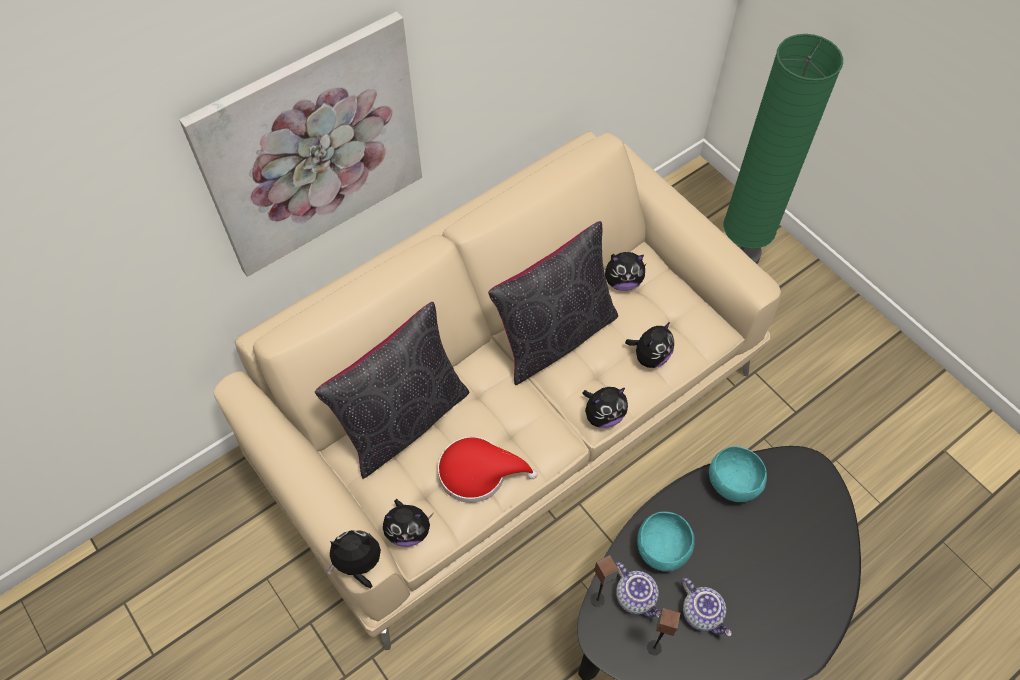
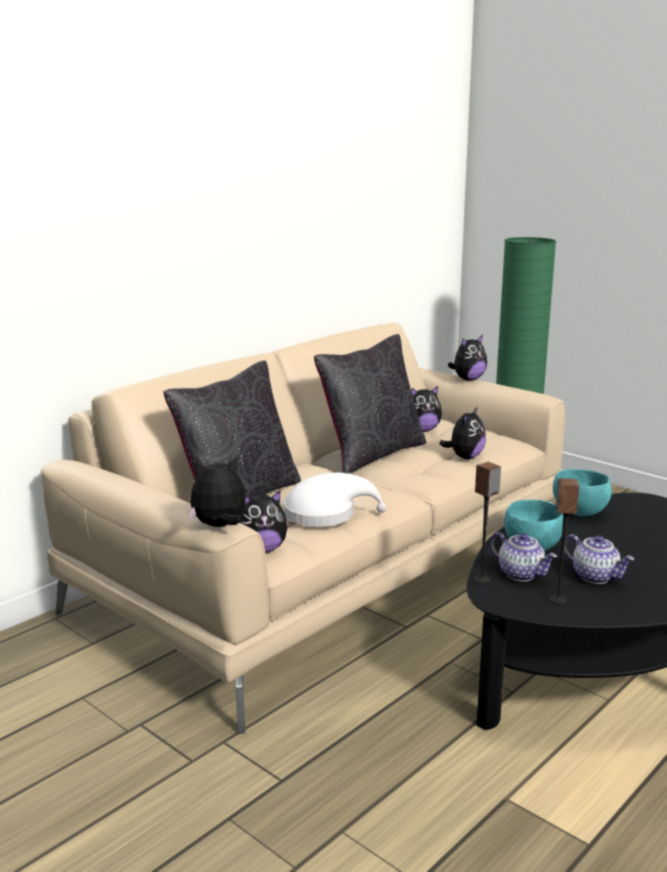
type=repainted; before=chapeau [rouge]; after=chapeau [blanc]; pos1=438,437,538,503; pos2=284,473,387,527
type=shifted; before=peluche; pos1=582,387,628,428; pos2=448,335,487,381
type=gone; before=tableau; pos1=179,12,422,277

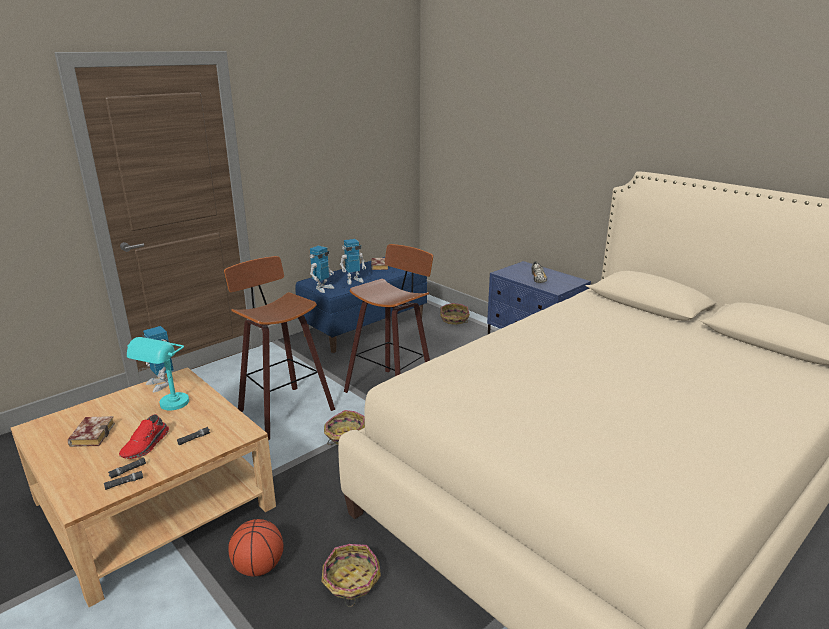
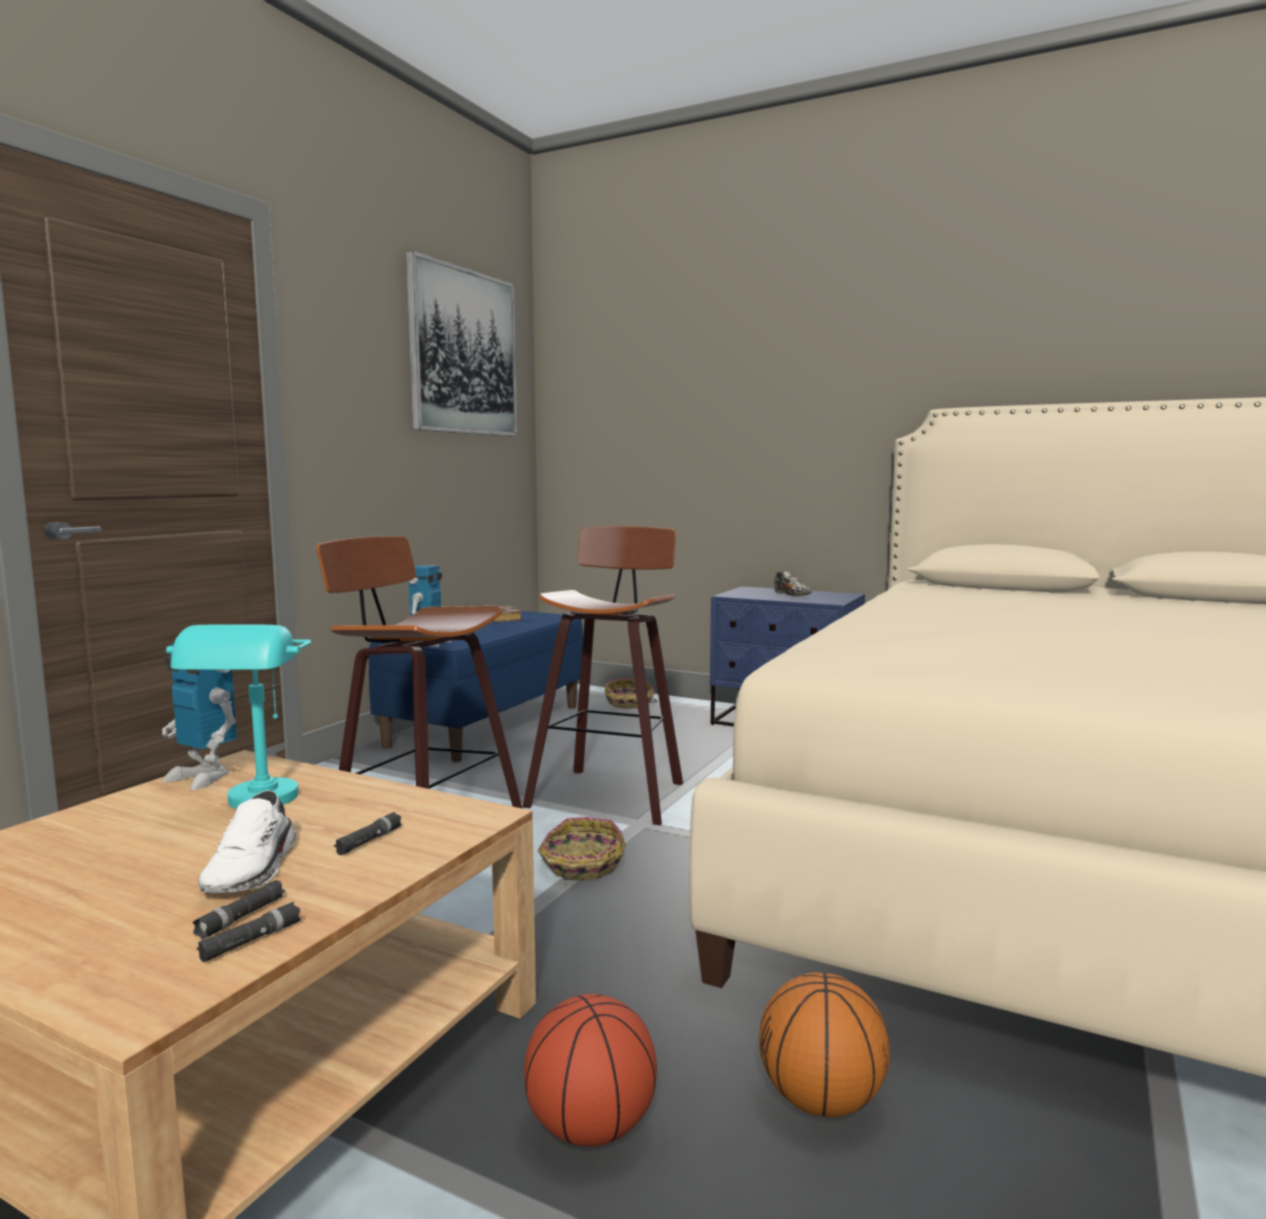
type=repainted; before=chaussure [rouge]; after=chaussure [blanc]; pos1=119,414,169,459; pos2=198,790,296,893
type=new; after=tableau; pos2=406,250,517,436
type=swapped; before=panier; after=ballon de basket; pos1=321,544,381,607; pos2=759,972,890,1118
type=gone; before=livre; pos1=68,416,115,447
type=gone; before=robot jouet; pos1=340,239,366,285

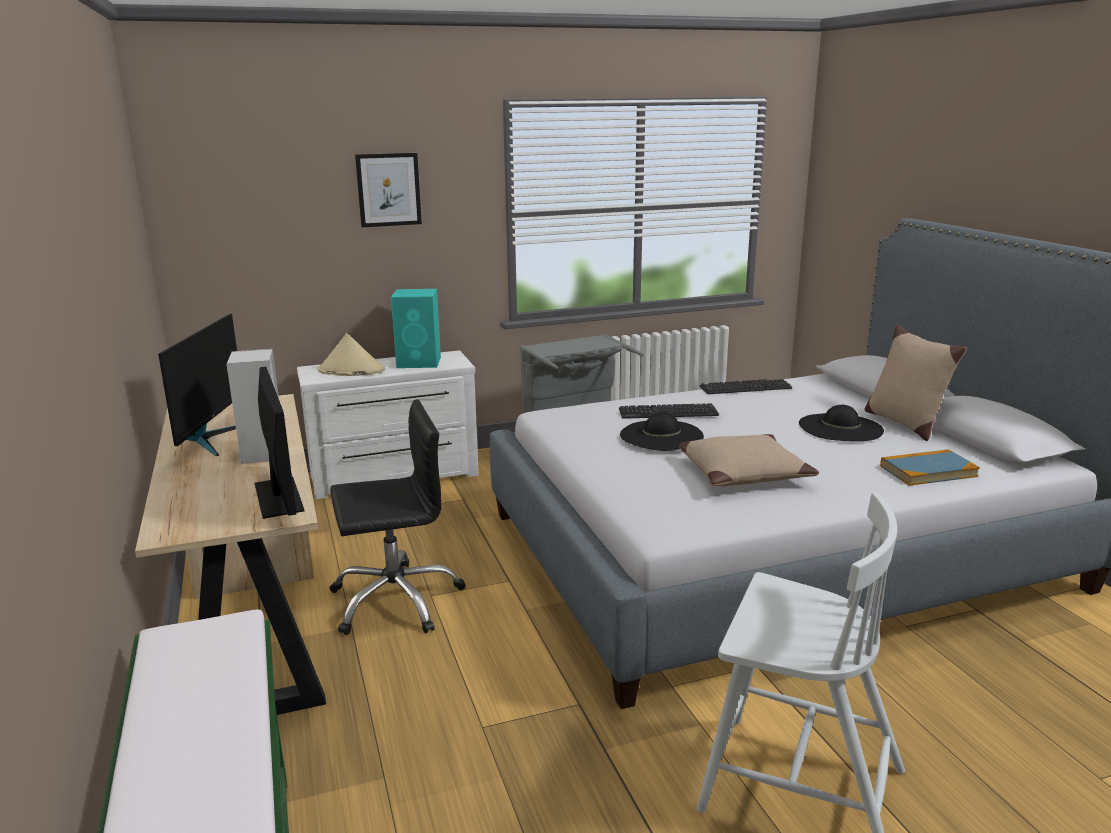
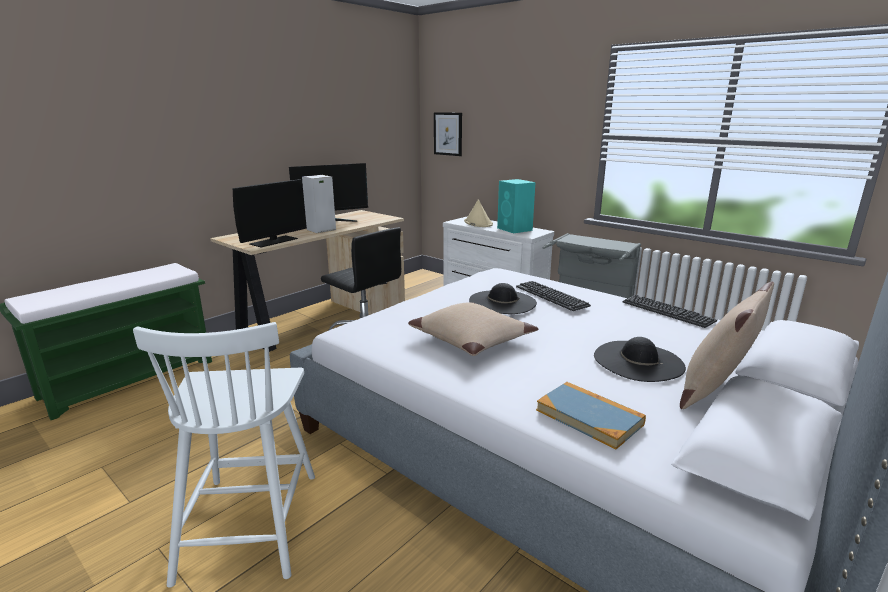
type=shifted; before=tableau; pos1=355,153,422,227; pos2=434,112,462,156

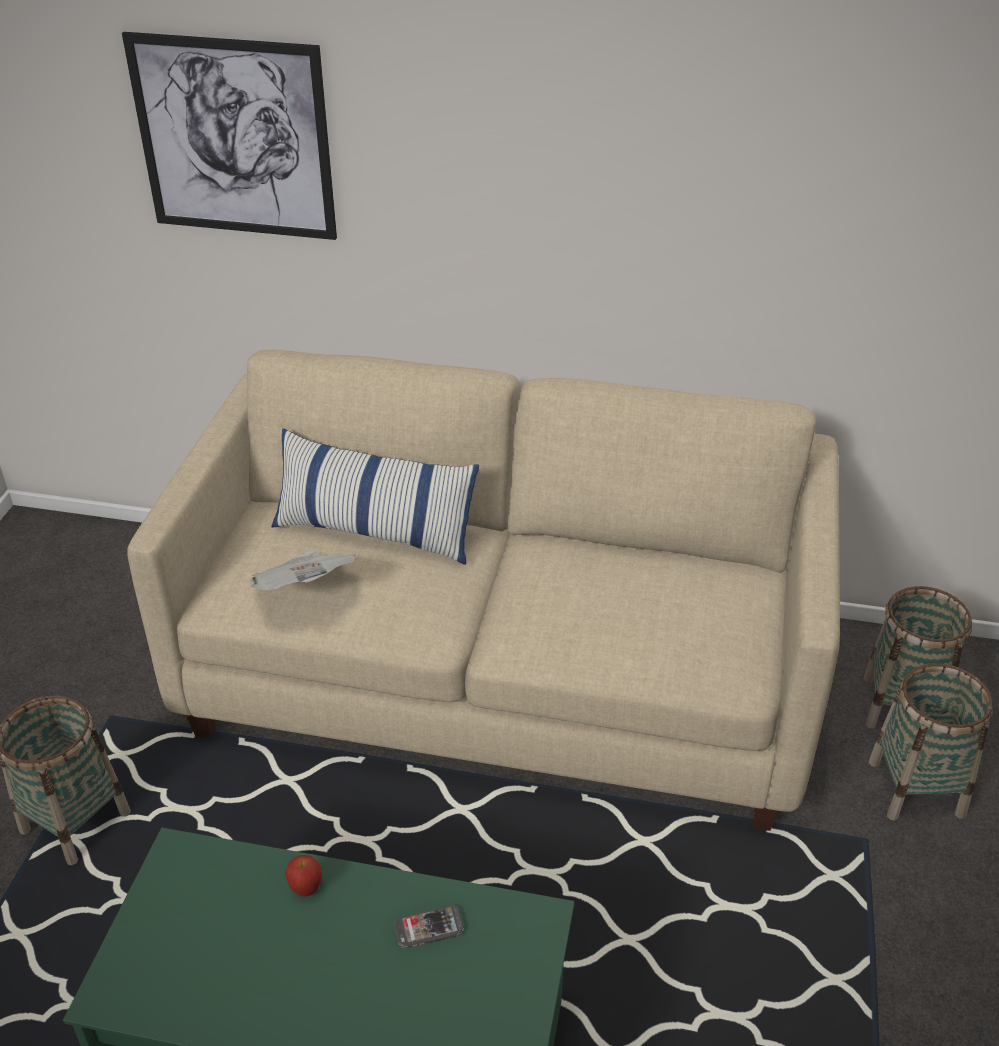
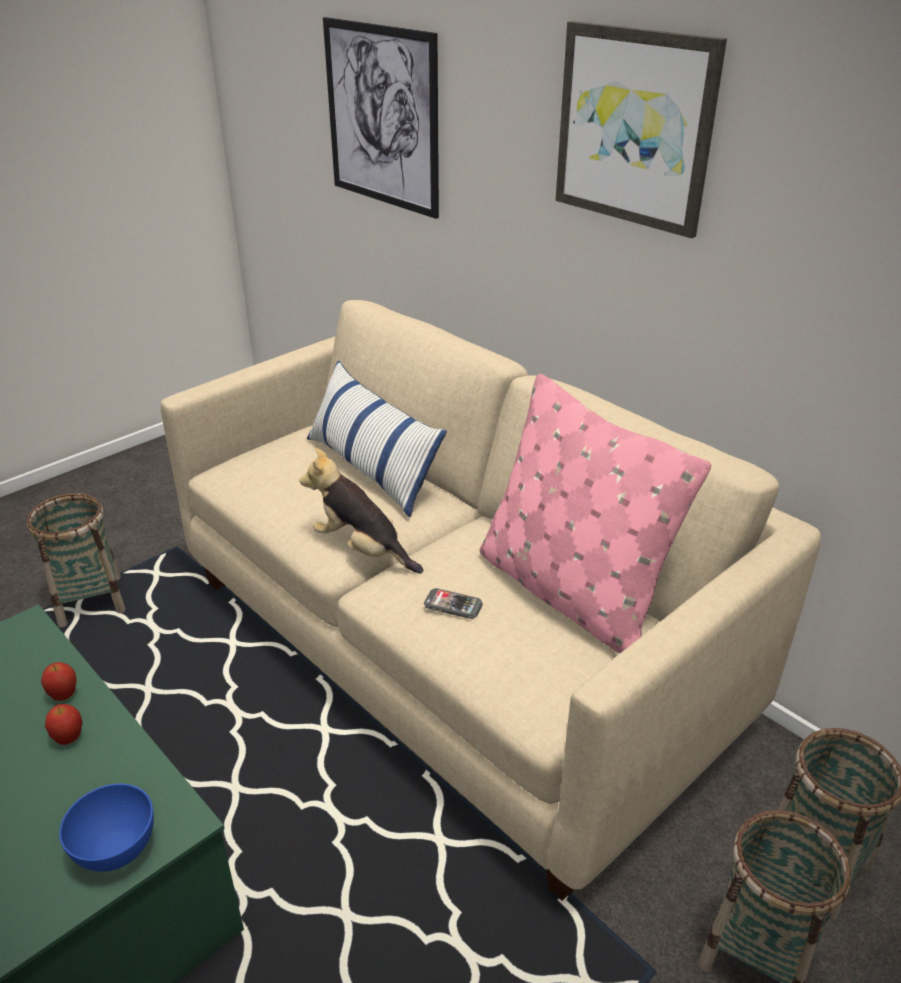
type=new; after=pomme; pos2=45,704,83,745
type=new; after=bol [bleu]; pos2=59,783,154,872
type=new; after=peluche; pos2=299,448,424,574
type=shifted; before=téléphone; pos1=394,905,464,949; pos2=424,588,483,619
type=new; after=coussin [rose]; pos2=480,374,711,654
type=new; after=tableau; pos2=556,21,727,238
type=gone; before=journal; pos1=250,551,356,590

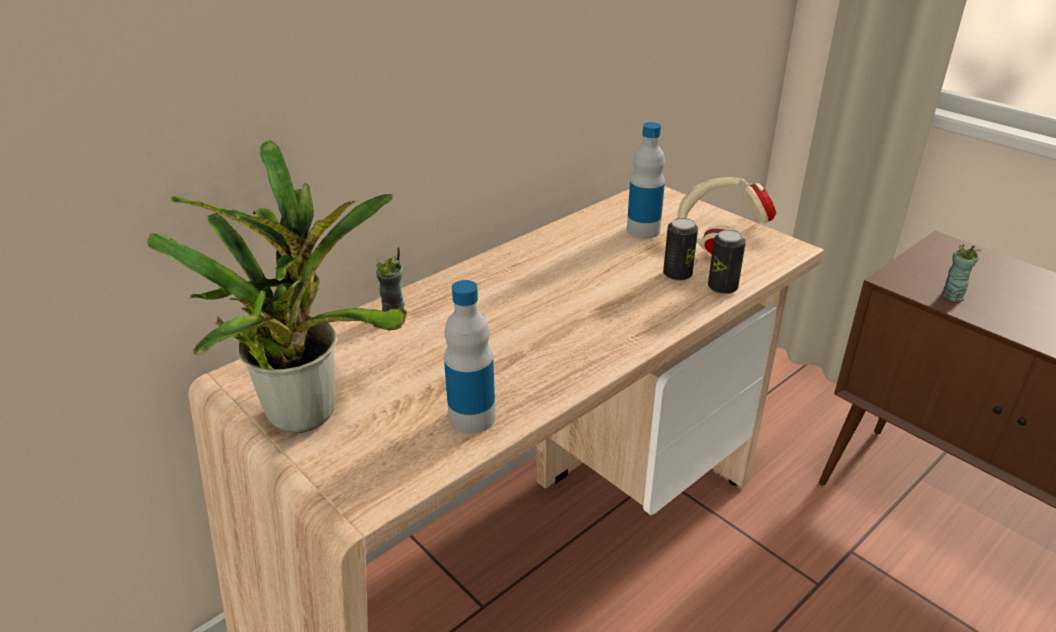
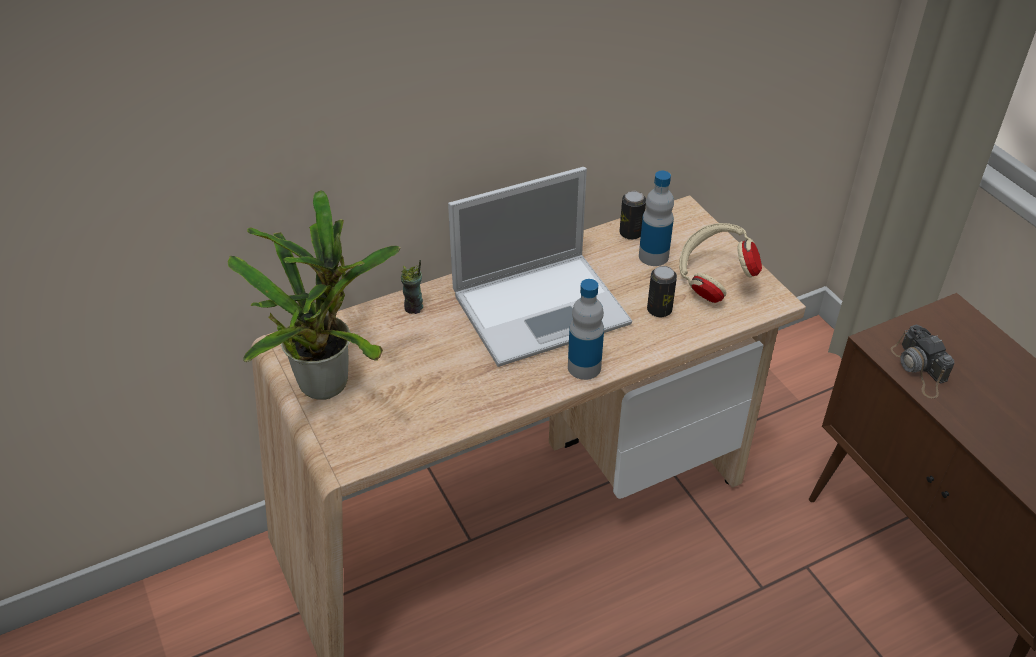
type=new; after=ordinateur portable; pos2=448,167,632,367
type=shifted; before=bouteille; pos1=444,280,496,434; pos2=568,279,604,380
type=shifted; before=boîte métallique; pos1=708,230,746,294; pos2=620,191,646,240
type=swapped; before=tasse; after=appareil photo; pos1=942,244,981,301; pos2=891,324,954,399

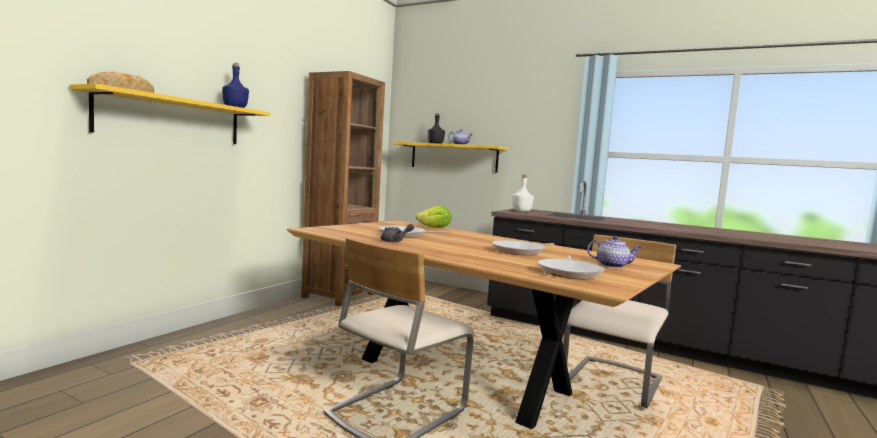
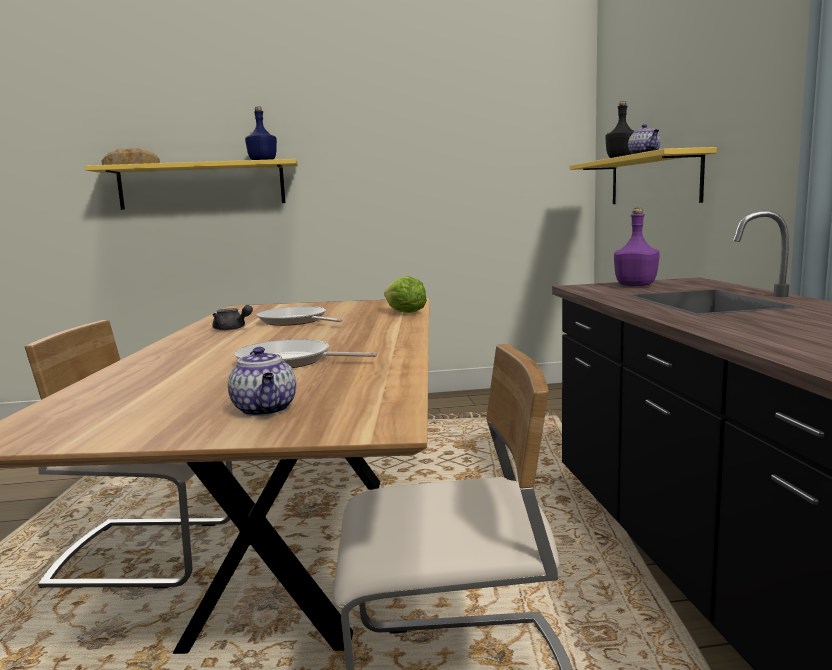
type=repainted; before=bouteille [blanc]; after=bouteille [violet]; pos1=512,175,534,212; pos2=614,208,660,286
type=gone; before=bibliothèque [marron]; pos1=301,71,385,306
type=gone; before=poêle; pos1=538,255,605,279

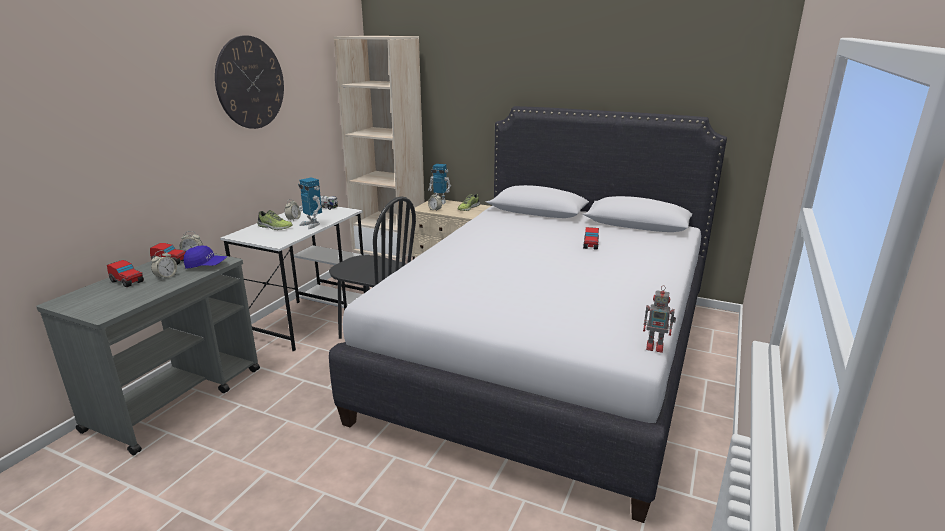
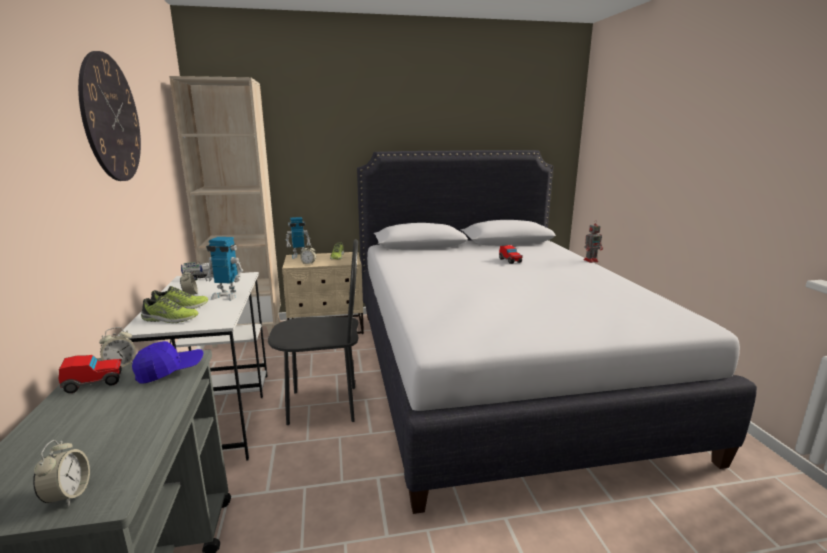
type=shifted; before=réveil; pos1=151,250,177,280; pos2=33,440,90,507
type=new; after=chaussure; pos2=141,295,198,323
type=shifted; before=robot jouet; pos1=643,285,676,353; pos2=584,220,603,263
type=gone; before=petite voiture; pos1=107,260,144,287

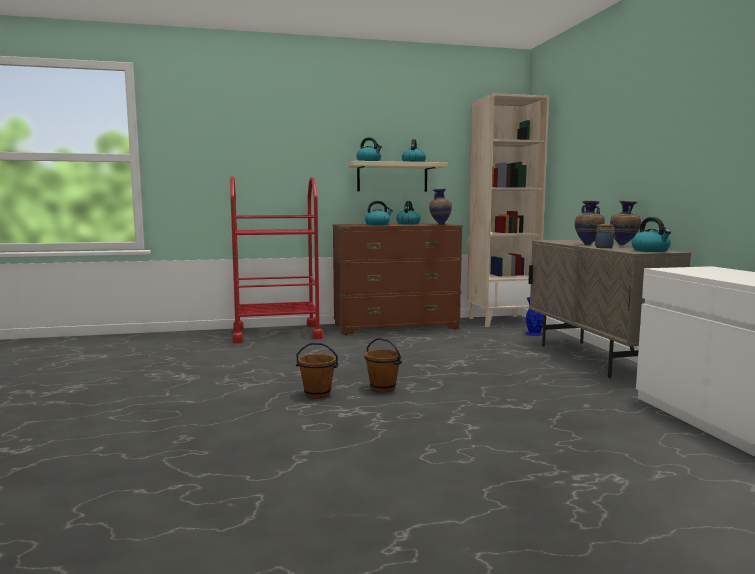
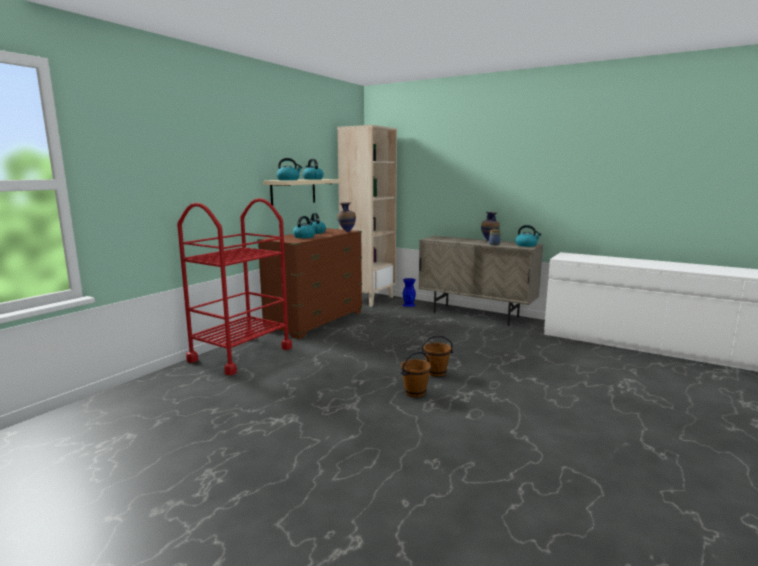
type=gone; before=vase; pos1=575,200,605,245

